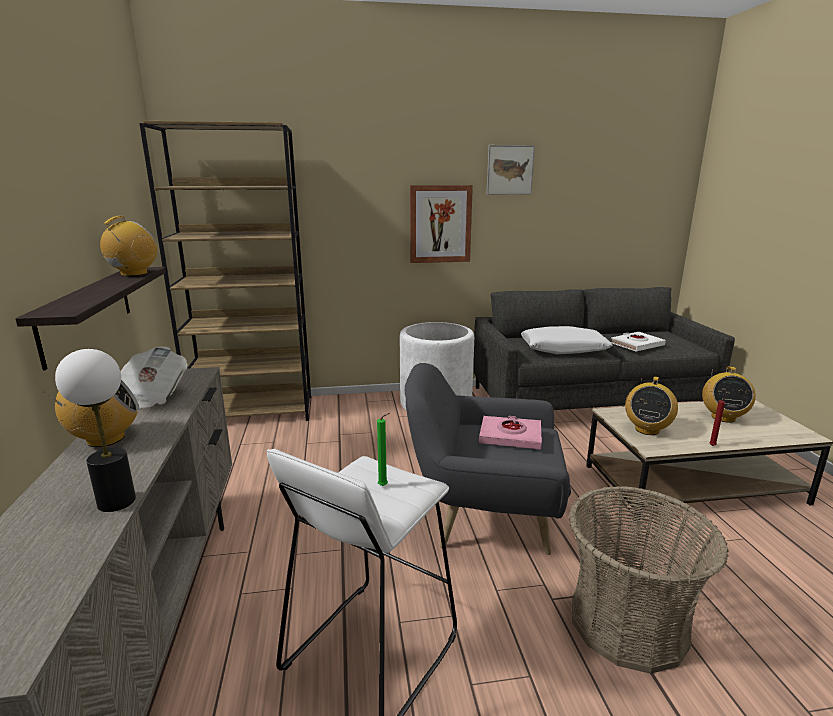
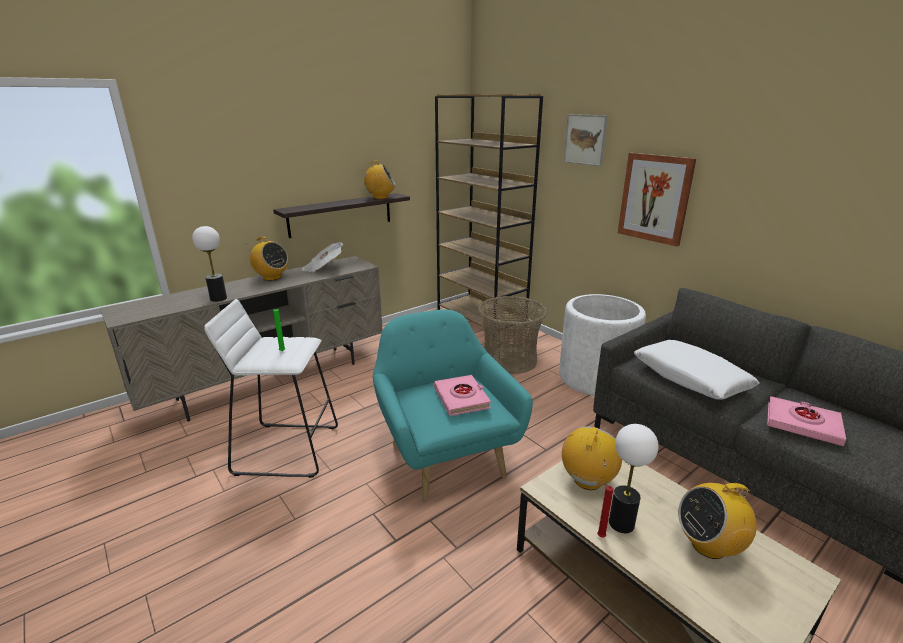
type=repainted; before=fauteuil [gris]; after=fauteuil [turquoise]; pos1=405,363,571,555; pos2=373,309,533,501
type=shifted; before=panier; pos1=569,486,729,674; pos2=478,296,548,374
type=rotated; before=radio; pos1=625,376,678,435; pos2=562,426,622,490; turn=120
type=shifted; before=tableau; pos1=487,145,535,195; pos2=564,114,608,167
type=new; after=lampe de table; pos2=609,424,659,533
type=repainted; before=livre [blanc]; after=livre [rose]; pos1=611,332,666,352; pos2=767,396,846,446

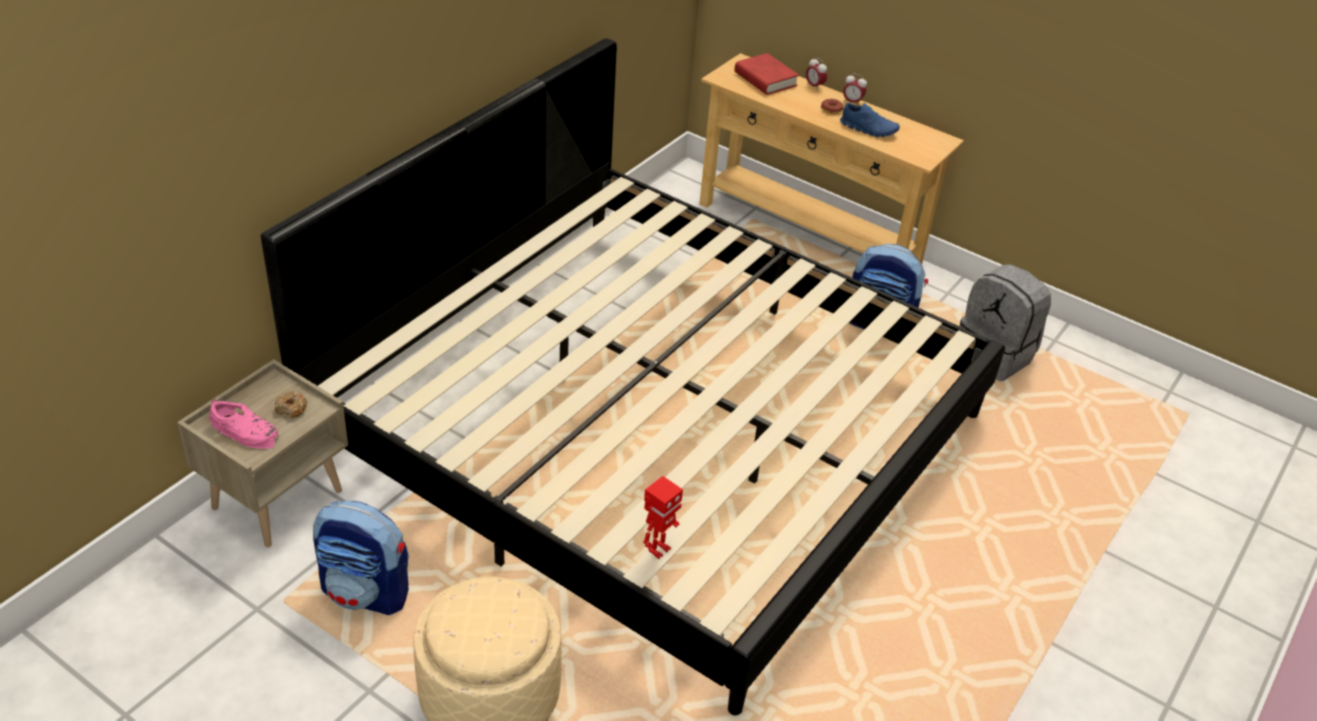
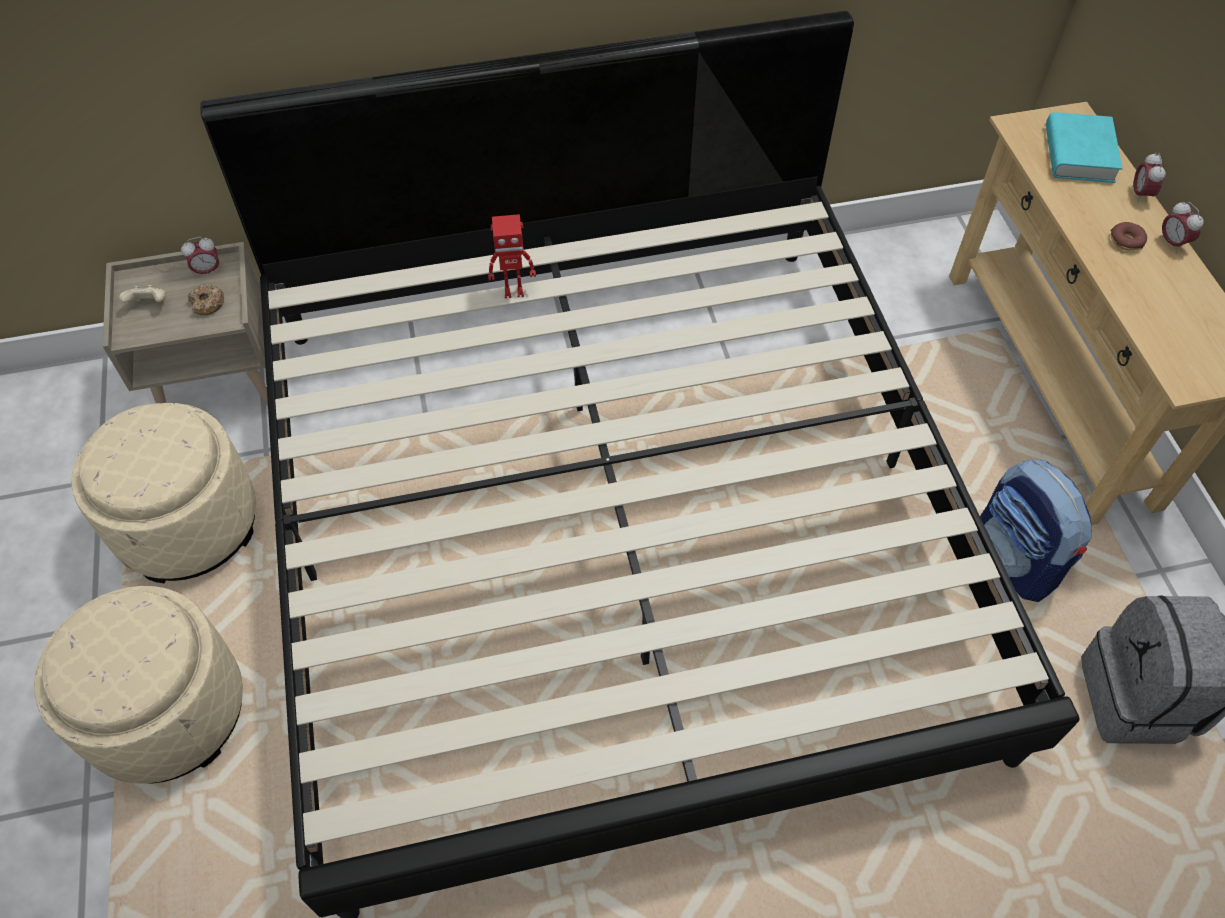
type=swapped; before=sac à dos; after=pouf [beige]; pos1=313,501,409,615; pos2=72,403,256,583
type=swapped; before=chaussure [rose]; after=manette [beige]; pos1=209,399,279,449; pos2=119,285,166,303
type=new; after=réveil; pos2=181,237,220,278
type=shifted; before=robot jouet; pos1=643,476,683,559; pos2=488,214,536,298
type=repainted; before=livre [rouge]; after=livre [turquoise]; pos1=735,53,799,95; pos2=1046,112,1122,183
type=gone; before=chaussure [bleu]; pos1=840,103,900,137

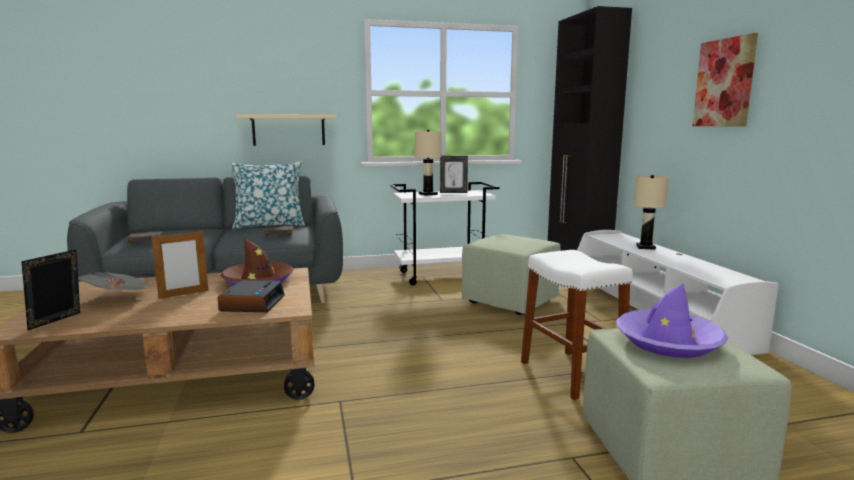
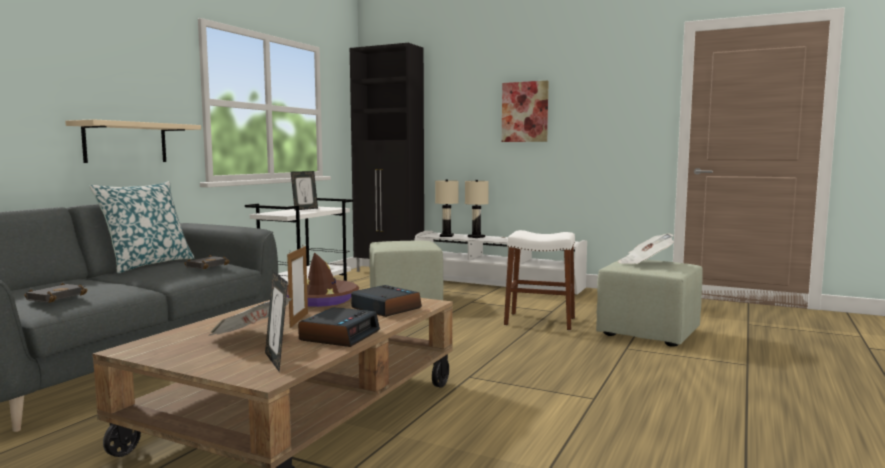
type=new; after=réveil; pos2=298,307,380,347
type=shifted; before=lampe de table [beige]; pos1=415,130,442,196; pos2=435,179,459,237
type=swapped; before=chapeau [violet]; after=journal; pos1=616,284,728,358; pos2=618,234,674,264

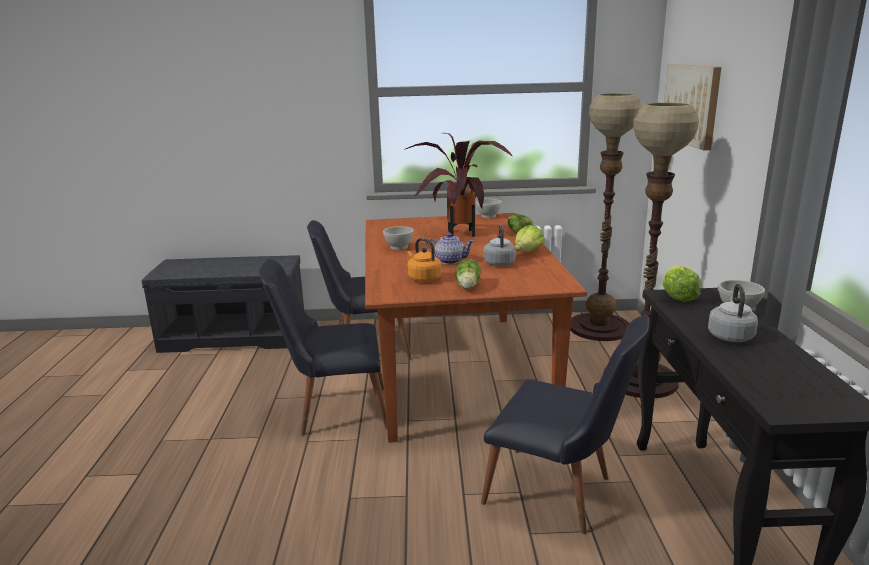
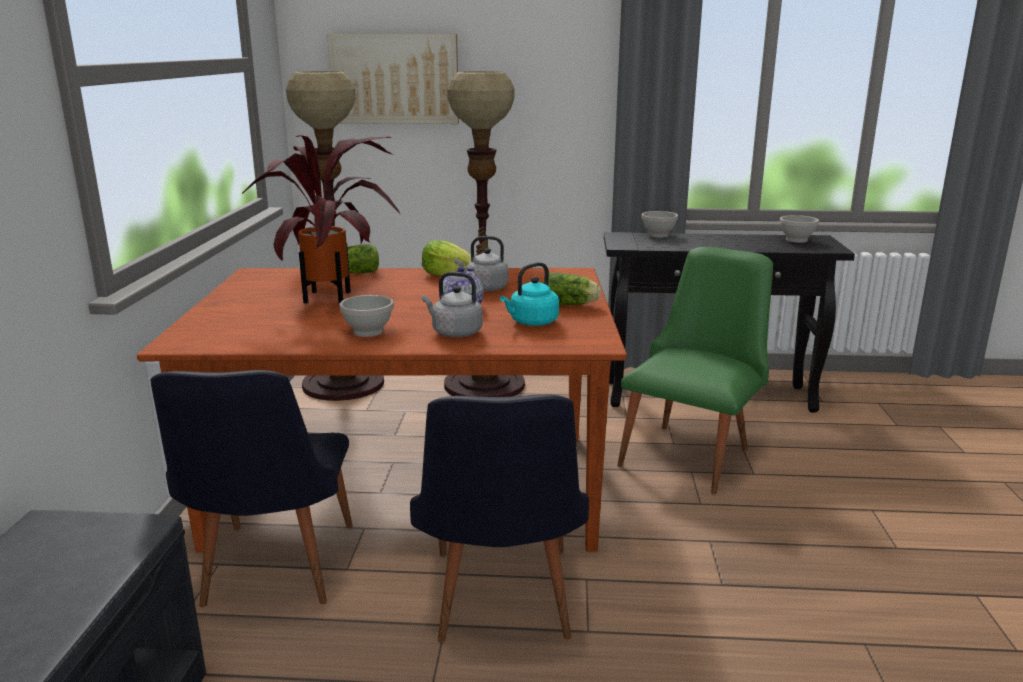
type=shifted; before=bouilloire [gris]; pos1=708,284,758,342; pos2=422,272,483,337
type=repainted; before=bouilloire [orange]; after=bouilloire [turquoise]; pos1=407,238,441,282; pos2=500,262,559,326
type=repainted; before=chaise [noir]; after=chaise [vert]; pos1=481,315,649,534; pos2=617,247,773,495
type=shifted; before=bol [blanc]; pos1=476,199,502,218; pos2=780,215,819,243
type=gone; before=laitue; pos1=662,266,701,302

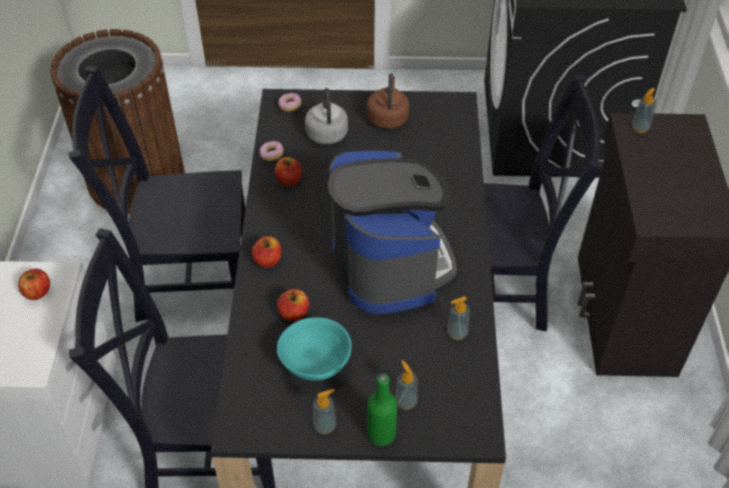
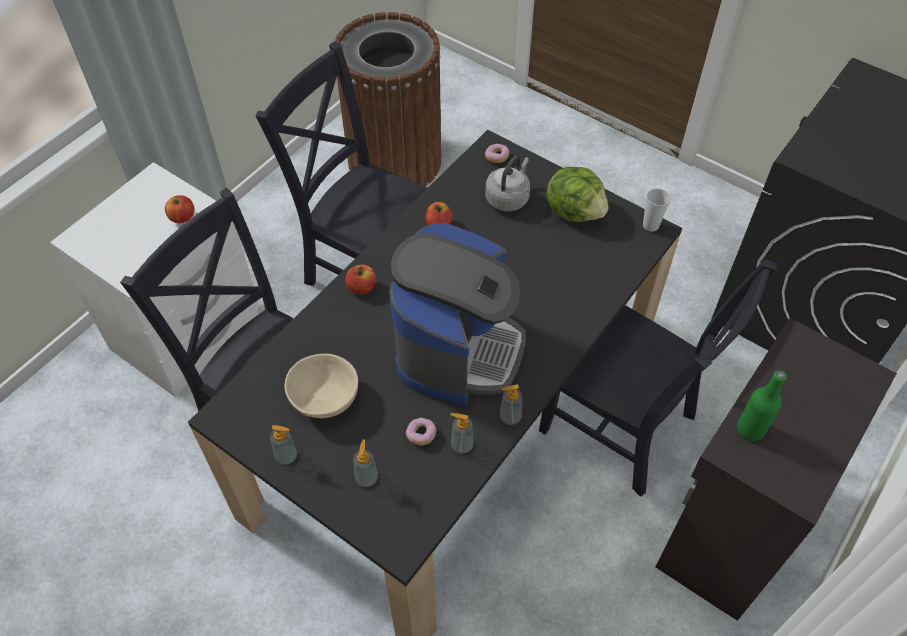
type=repainted; before=bol [turquoise]; after=bol [beige]; pos1=277,317,352,381; pos2=284,354,358,418
type=shifted; before=beignet; pos1=259,141,284,161; pos2=406,418,437,445
type=shifted; before=distributeur de savon; pos1=632,88,656,133; pos2=500,384,522,425
type=swapped; before=bouilloire [marron]; after=laitue; pos1=367,73,409,129; pos2=546,167,609,222
type=new; after=tasse; pos2=643,188,670,232
type=shifted; before=bouteille [vert]; pos1=367,374,397,446; pos2=737,370,787,441
type=gone; before=pomme; pos1=277,289,309,321

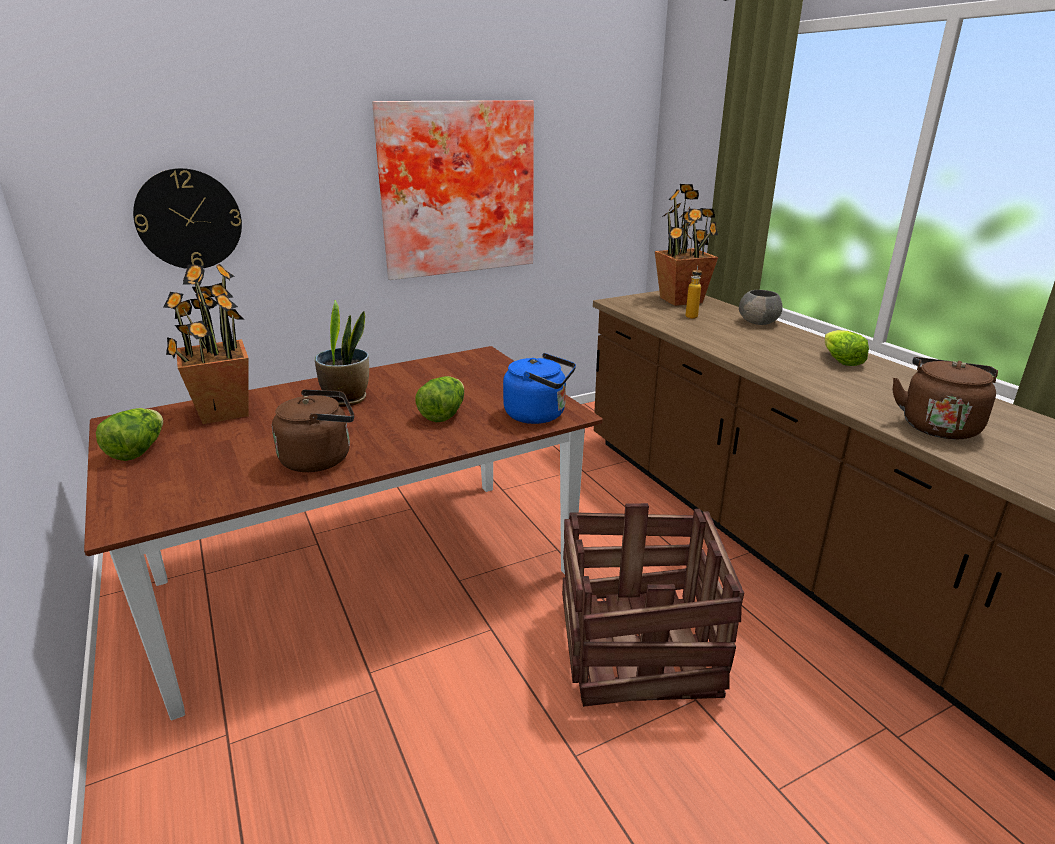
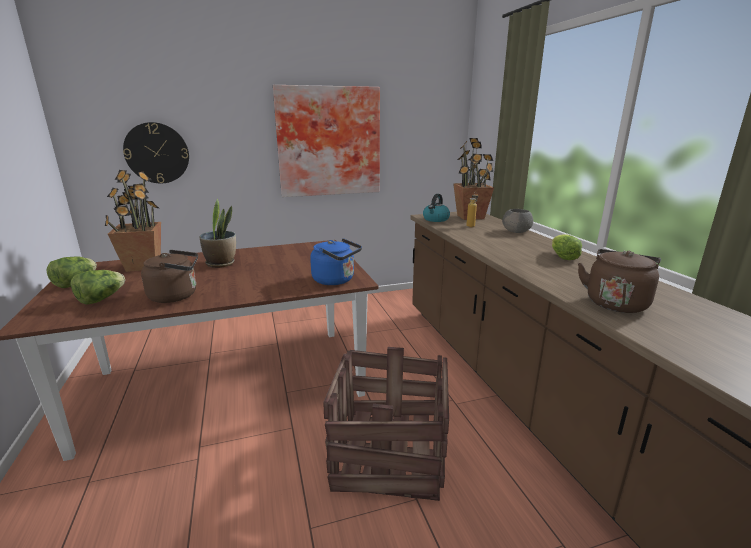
type=shifted; before=laitue; pos1=415,376,464,422; pos2=71,270,125,305
type=new; after=bouilloire; pos2=423,194,450,222

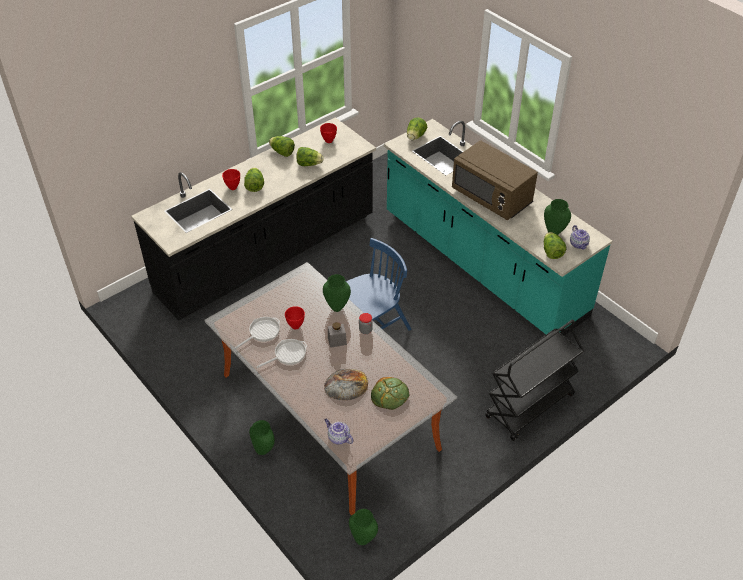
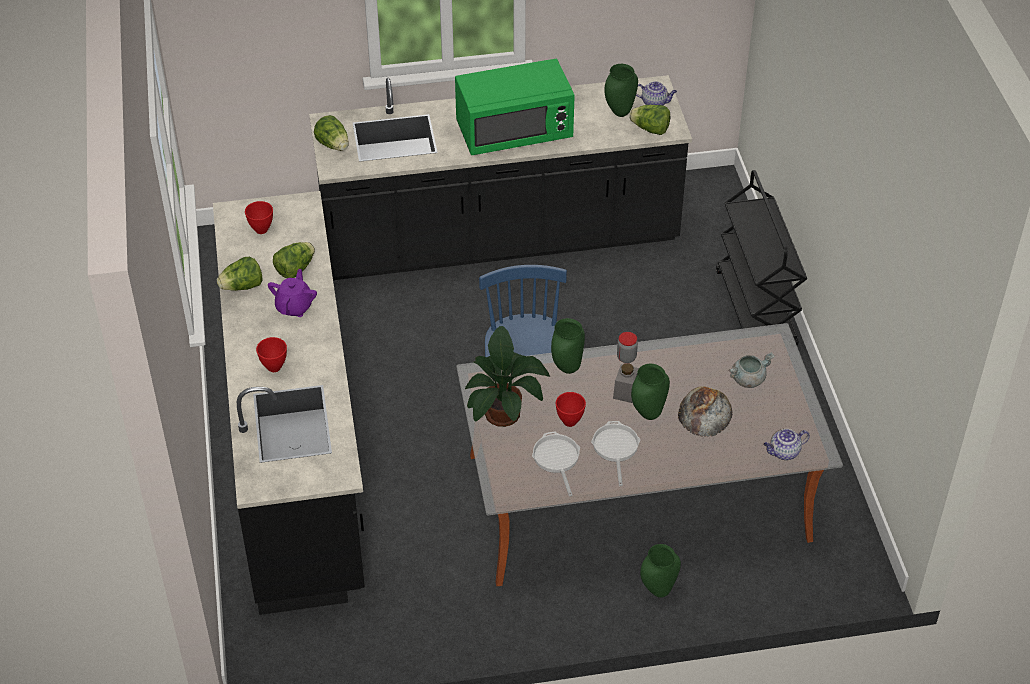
type=new; after=théière [violet]; pos2=268,269,317,317
type=repainted; before=comptoir de cuisine [turquoise]; after=comptoir de cuisine [noir]; pos1=384,119,612,335; pos2=309,75,692,280
type=repainted; before=micro-ondes [marron]; after=micro-ondes [vert]; pos1=452,140,538,220; pos2=455,59,575,155
type=new; after=plante en pot; pos2=465,326,550,427
type=shifted; before=vase [vert]; pos1=349,509,378,545; pos2=631,364,670,420
type=swapped; before=pain; after=marmite [gris]; pos1=371,377,409,410; pos2=729,352,774,388
type=gone; before=laitue; pos1=244,167,264,192

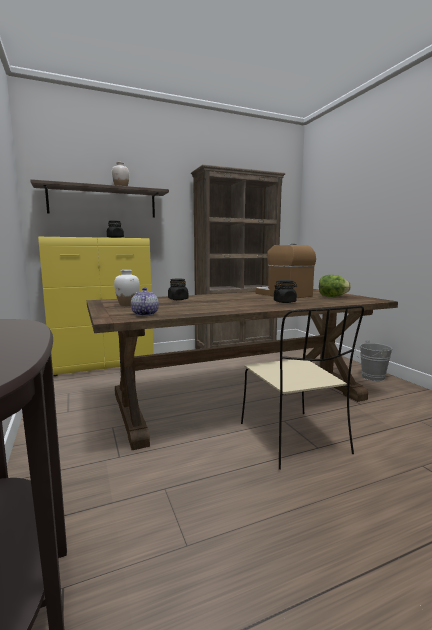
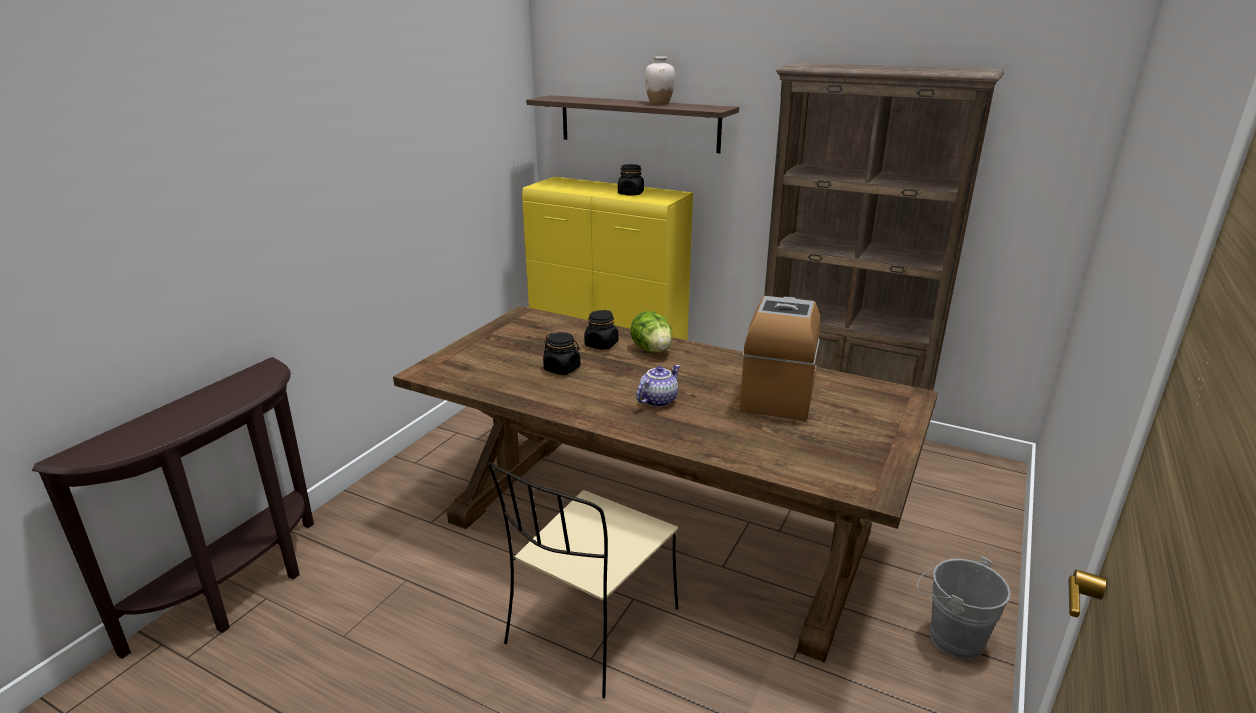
type=shifted; before=bocal [noir]; pos1=274,280,297,303; pos2=543,332,580,375
type=shifted; before=laitue; pos1=319,275,351,297; pos2=630,311,672,353
type=shifted; before=théière; pos1=131,288,159,316; pos2=636,365,680,407
type=gone; before=vase [blanc]; pos1=114,270,140,306

